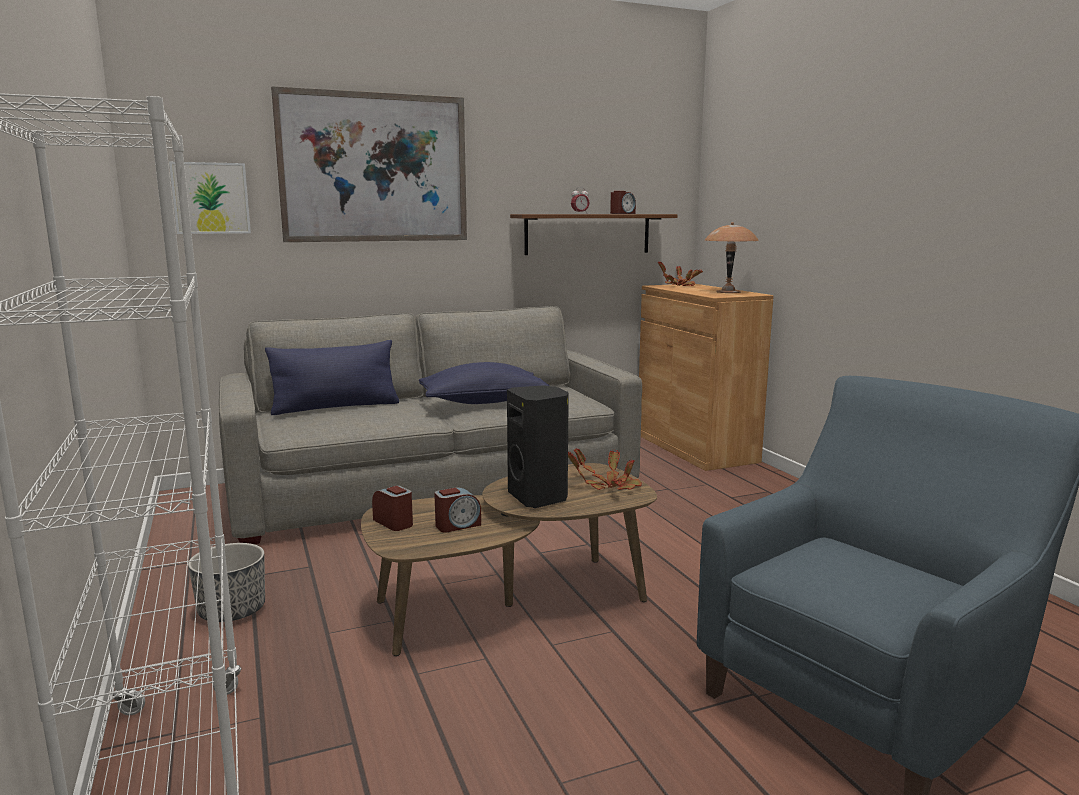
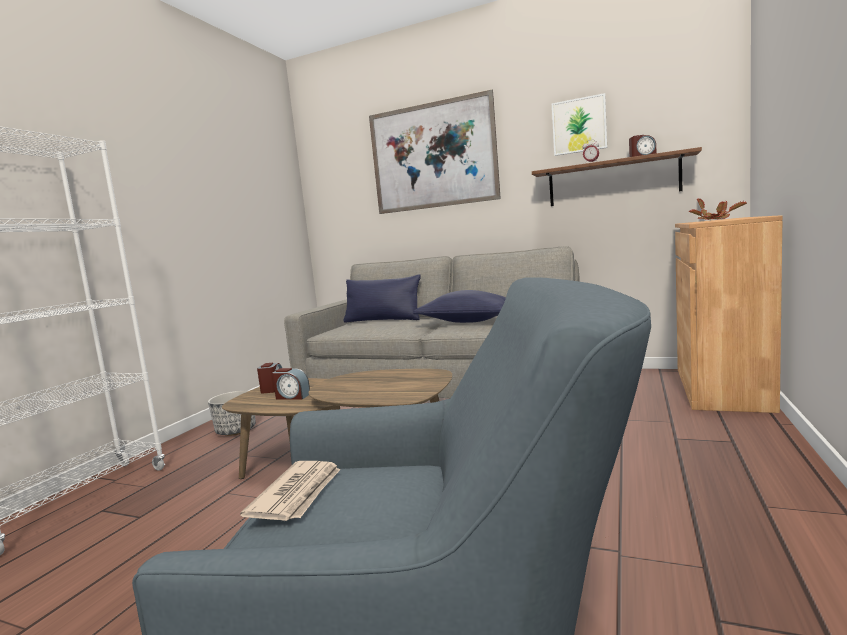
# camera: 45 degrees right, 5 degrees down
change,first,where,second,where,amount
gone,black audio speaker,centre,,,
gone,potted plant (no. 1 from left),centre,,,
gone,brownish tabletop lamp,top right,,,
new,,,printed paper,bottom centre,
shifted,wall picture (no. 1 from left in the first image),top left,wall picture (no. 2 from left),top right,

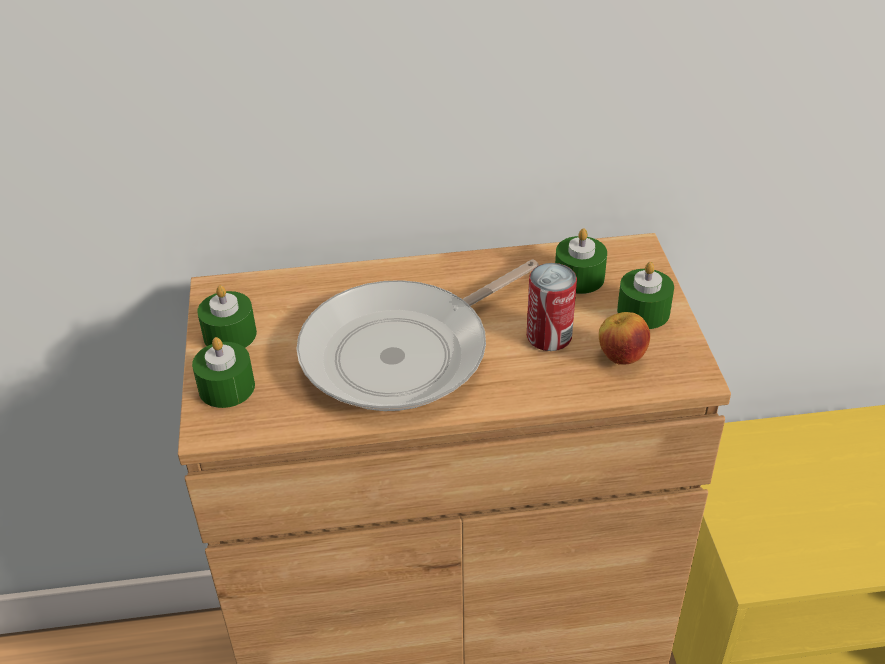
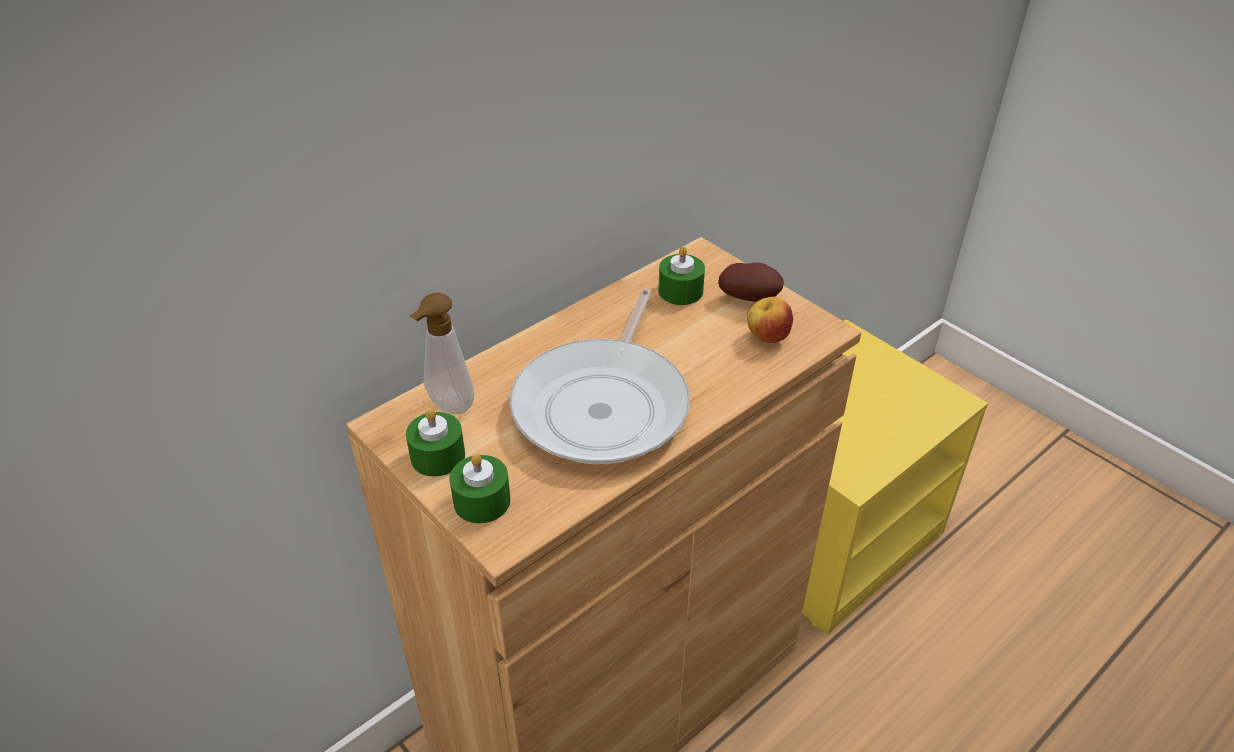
# camera: 35 degrees left, 0 degrees up
change,first,where,second,where,amount
gone,can,centre,,,
new,,,soap dispenser,centre,
swapped,greenish wax light (no. 4 from left),middle right,whole potato,centre,

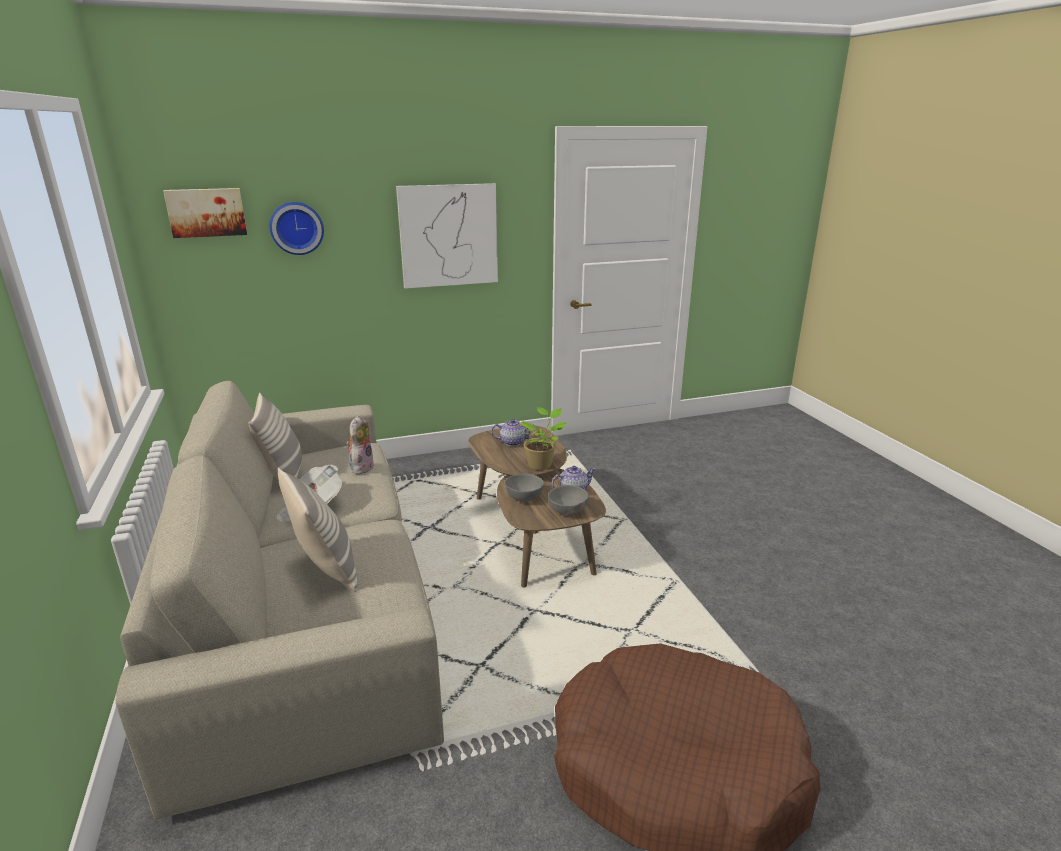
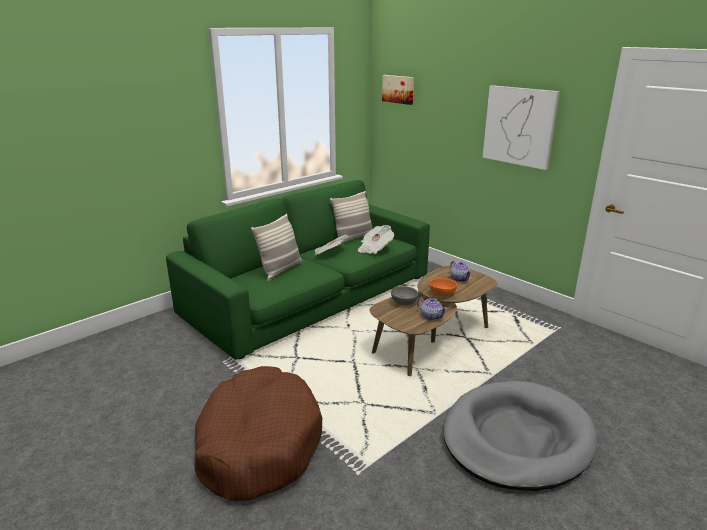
# camera: 65 degrees right, 0 degrees up
change,first,where,second,where,amount
gone,hanging clock,top left,,,
gone,grey bowl (no. 2 from left),centre,,,
new,,,grey dog bed,bottom right,
swapped,soft toy,centre,printed paper (no. 2 from left),centre,
swapped,potted plant,centre,orangey bowl,centre,
repainted,sand-coloured couch,bottom left,greenish couch,centre,

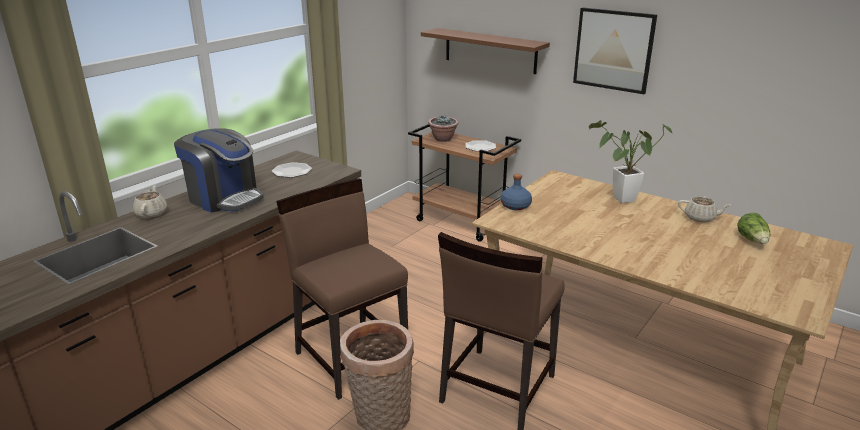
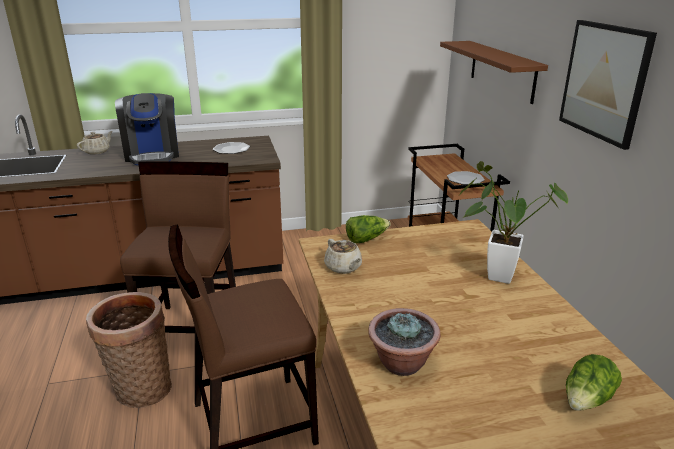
# camera: 40 degrees right, 0 degrees up
change,first,where,second,where,amount
shifted,potted plant (no. 1 from left),top centre,,bottom centre,
shifted,sand-coloured tea pot (no. 2 from left),middle right,,centre,
swapped,blue bottle,centre,head of lettuce (no. 1 from left),centre,

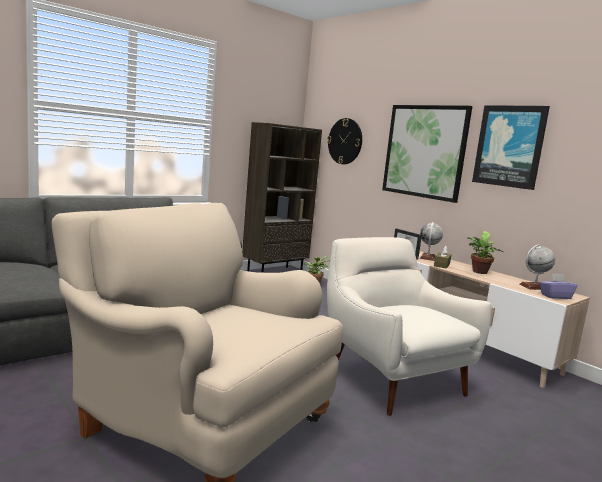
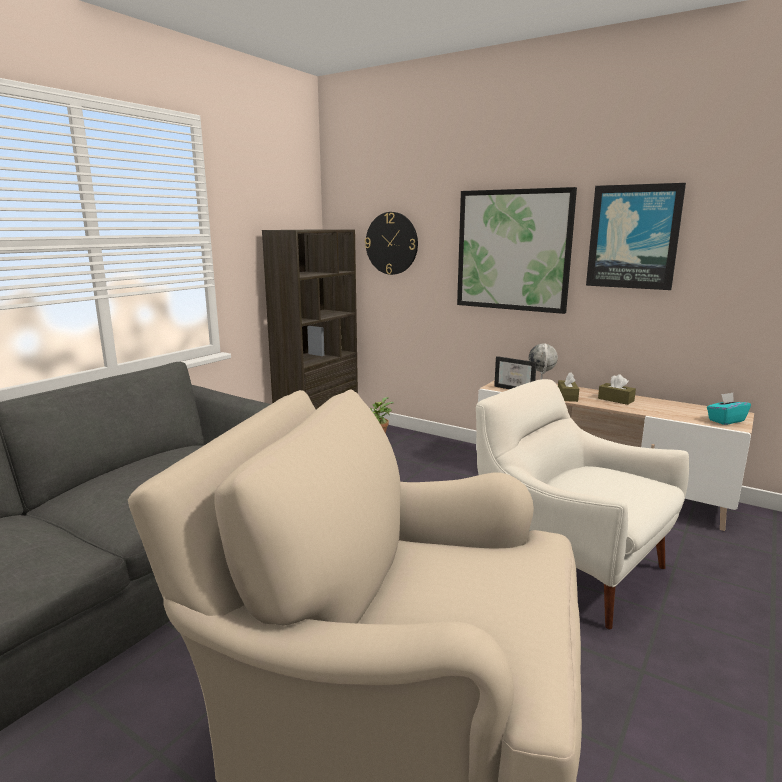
# camera: 15 degrees left, 5 degrees up
change,first,where,second,where,amount
gone,world globe (no. 2 from left),middle right,,,
swapped,potted plant (no. 2 from left),middle right,brownish tissue holder (no. 2 from left),middle right,
repainted,purple tissue holder,middle right,turquoise-coloured tissue holder,middle right,

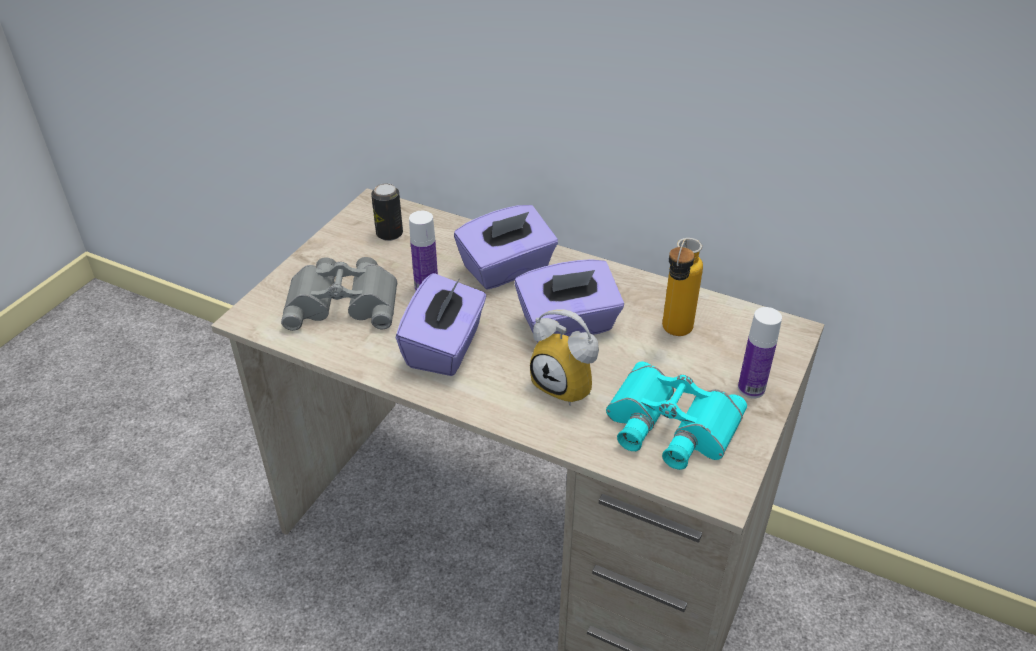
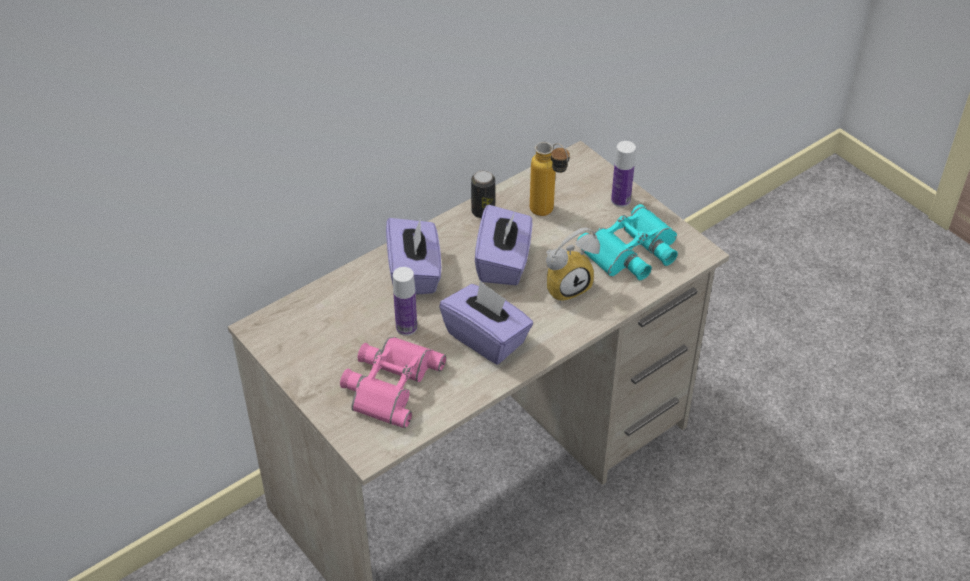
# camera: 65 degrees left, 5 degrees up
change,first,where,second,where,amount
shifted,can,top centre,,centre,
repainted,grey pair of binoculars,middle left,pink-coloured pair of binoculars,centre,

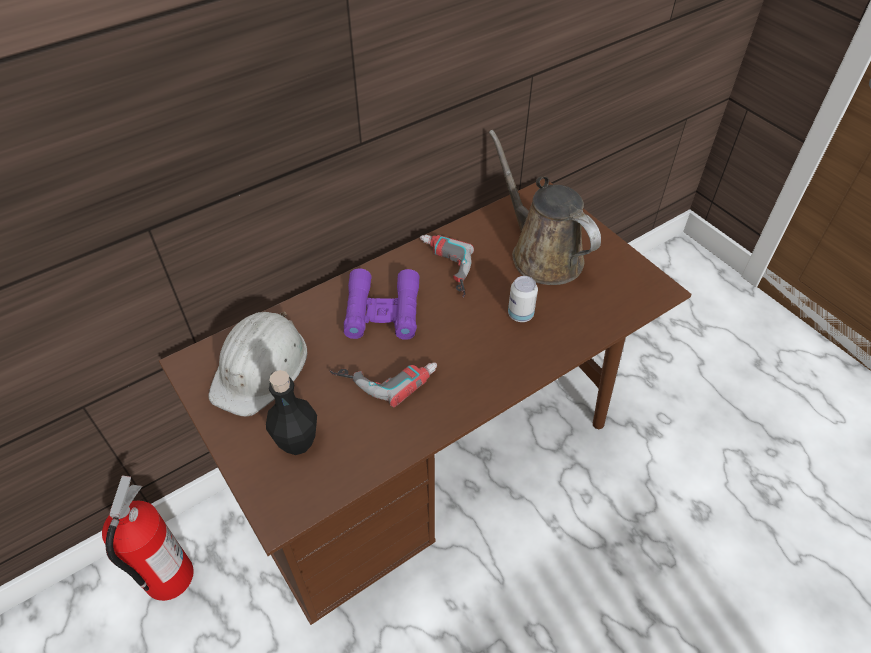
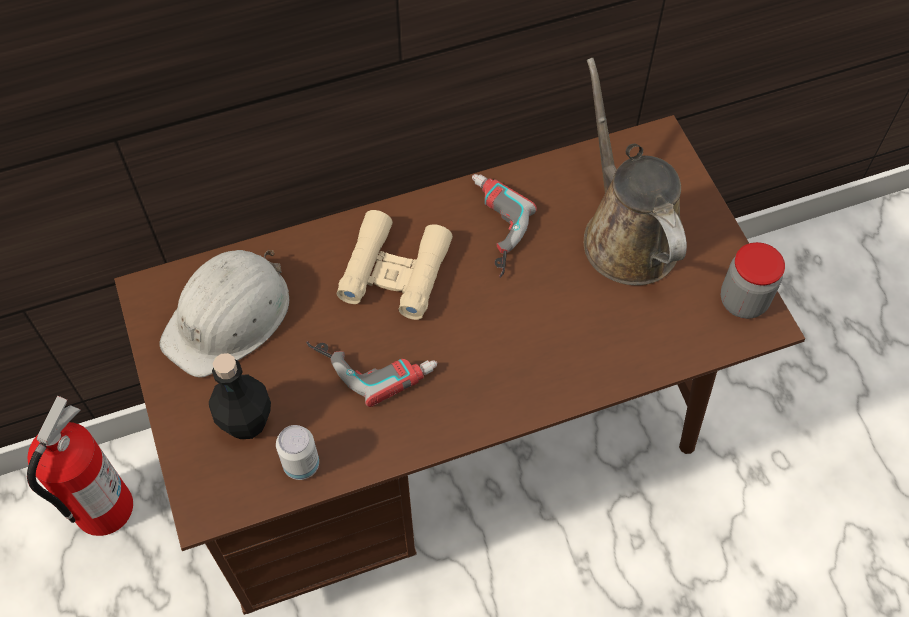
# camera: 15 degrees right, 10 degrees up
change,first,where,second,where,amount
new,,,preserve jar,middle right,
shifted,can,centre,,bottom left,
repainted,purple pair of binoculars,centre,sand-coloured pair of binoculars,centre,

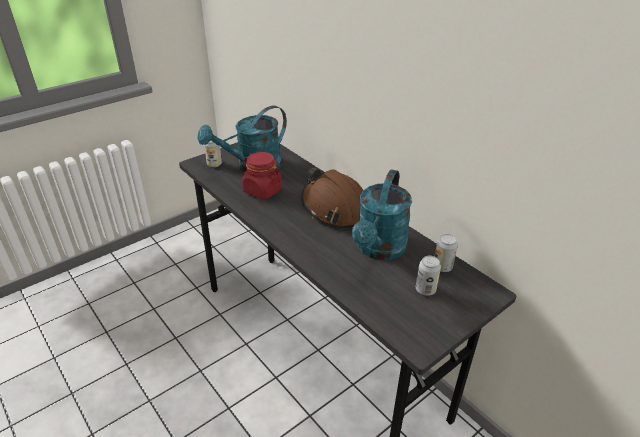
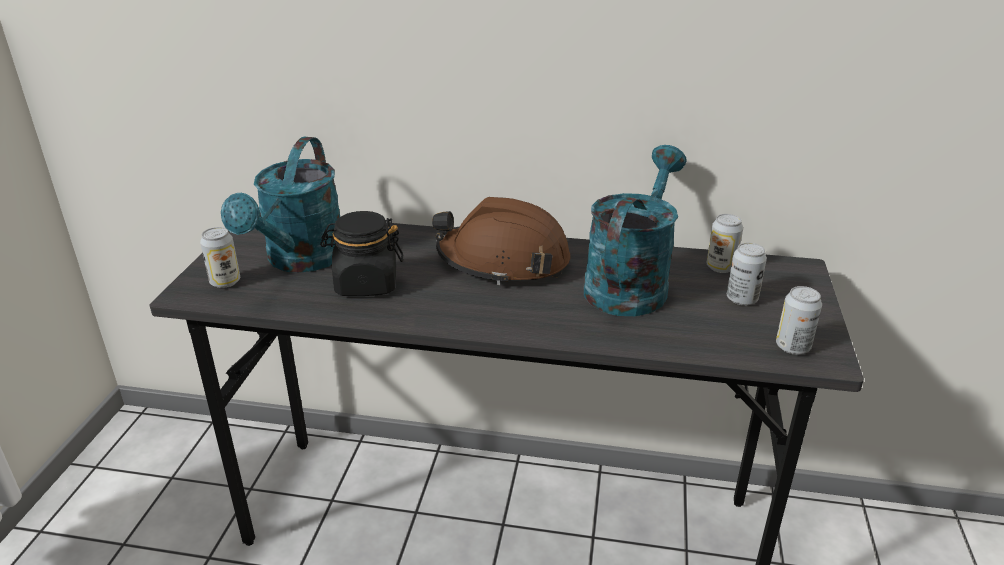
# camera: 40 degrees left, 5 degrees down
change,first,where,second,where,amount
new,,,can (no. 4 from left),middle right,
repainted,red-coloured preserve jar,centre,black preserve jar,centre,
rotated,turquoise-coloured watering pot (no. 2 from left),centre,,centre,135 degrees counterclockwise

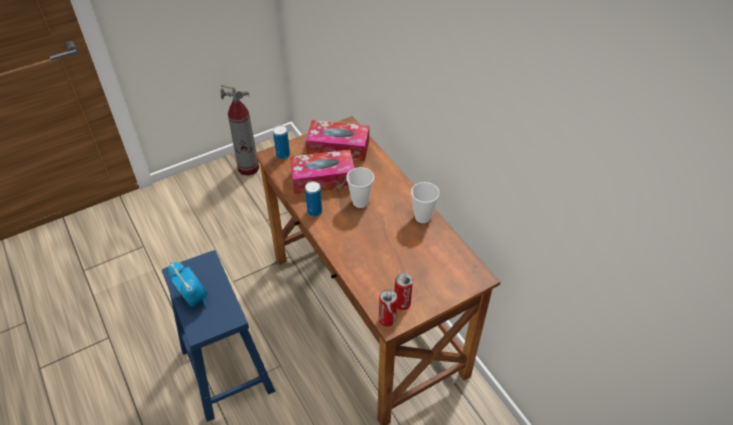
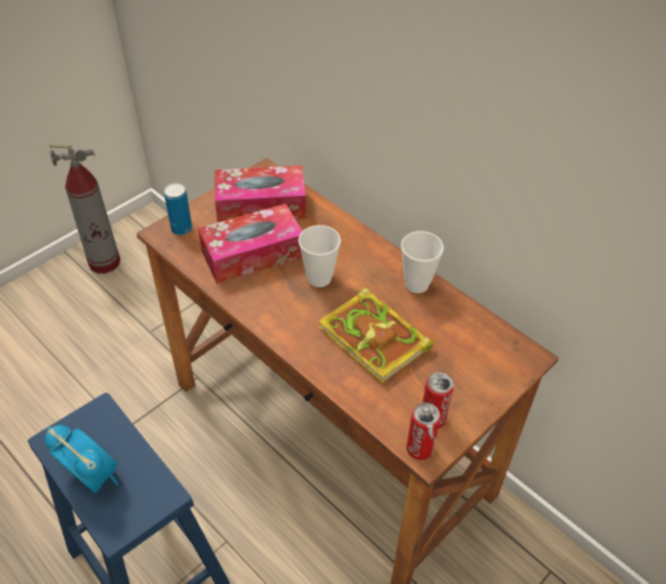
# camera: 15 degrees left, 0 degrees up
change,first,where,second,where,amount
gone,can (no. 2 from left),centre,,,
new,,,book,centre,

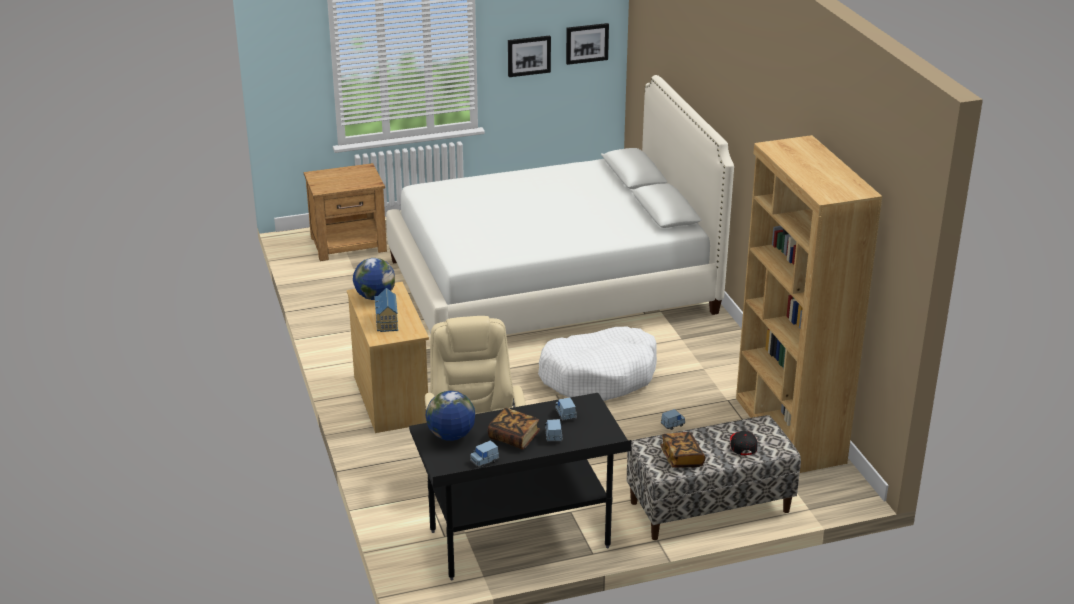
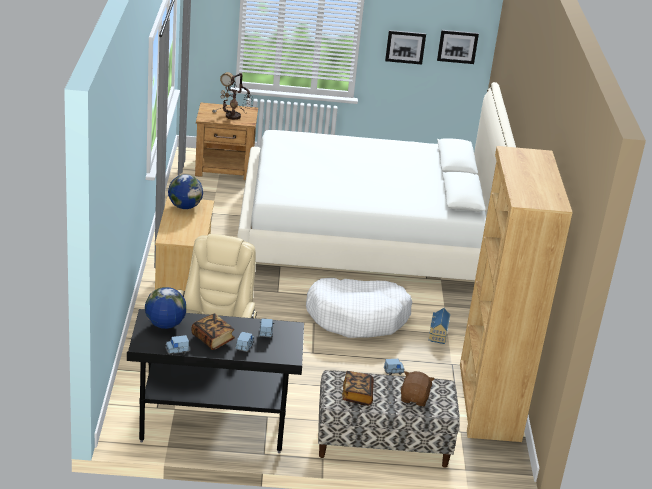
# camera: 15 degrees right, 0 degrees up
change,first,where,second,where,amount
new,,,tabletop lamp,top centre,
shifted,miniature house,centre,,bottom right,
swapped,black peaked cap,bottom right,brownish soft toy,bottom centre,

